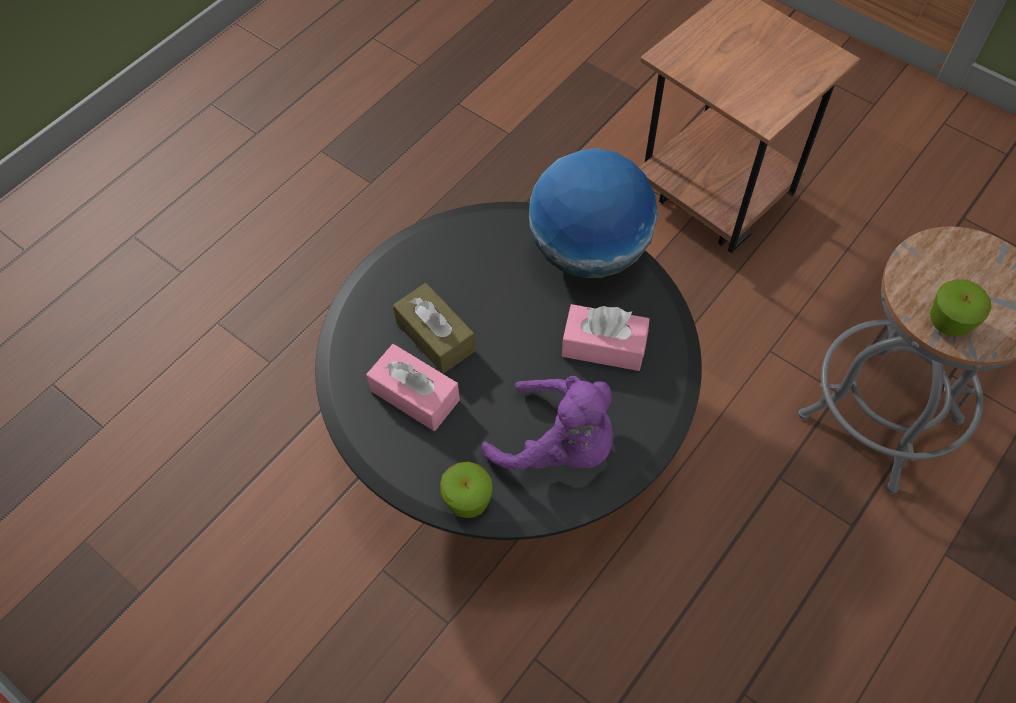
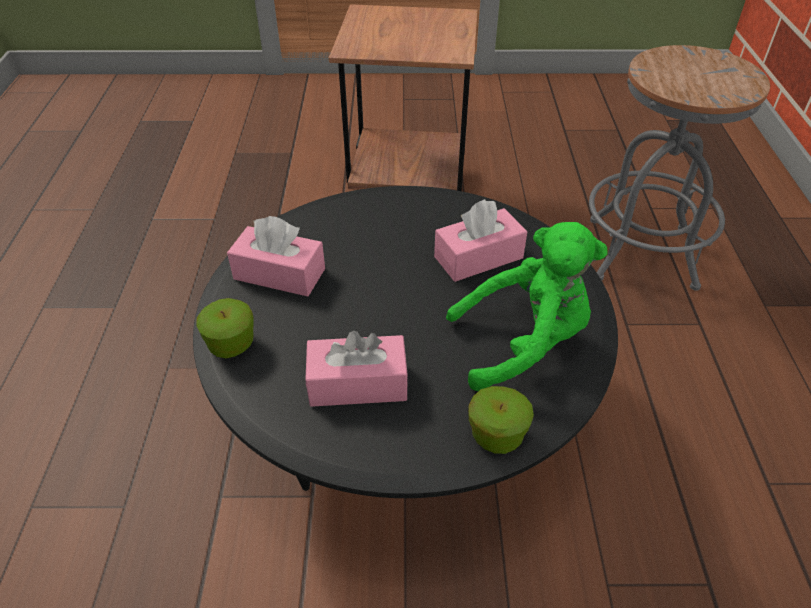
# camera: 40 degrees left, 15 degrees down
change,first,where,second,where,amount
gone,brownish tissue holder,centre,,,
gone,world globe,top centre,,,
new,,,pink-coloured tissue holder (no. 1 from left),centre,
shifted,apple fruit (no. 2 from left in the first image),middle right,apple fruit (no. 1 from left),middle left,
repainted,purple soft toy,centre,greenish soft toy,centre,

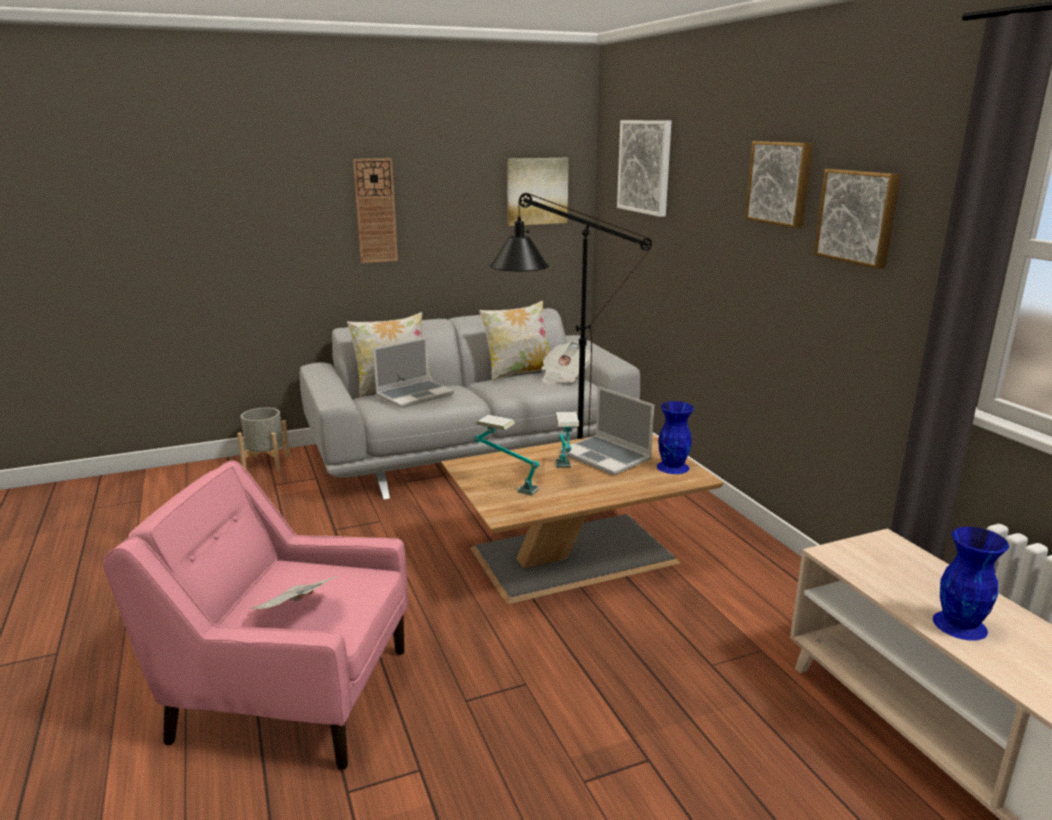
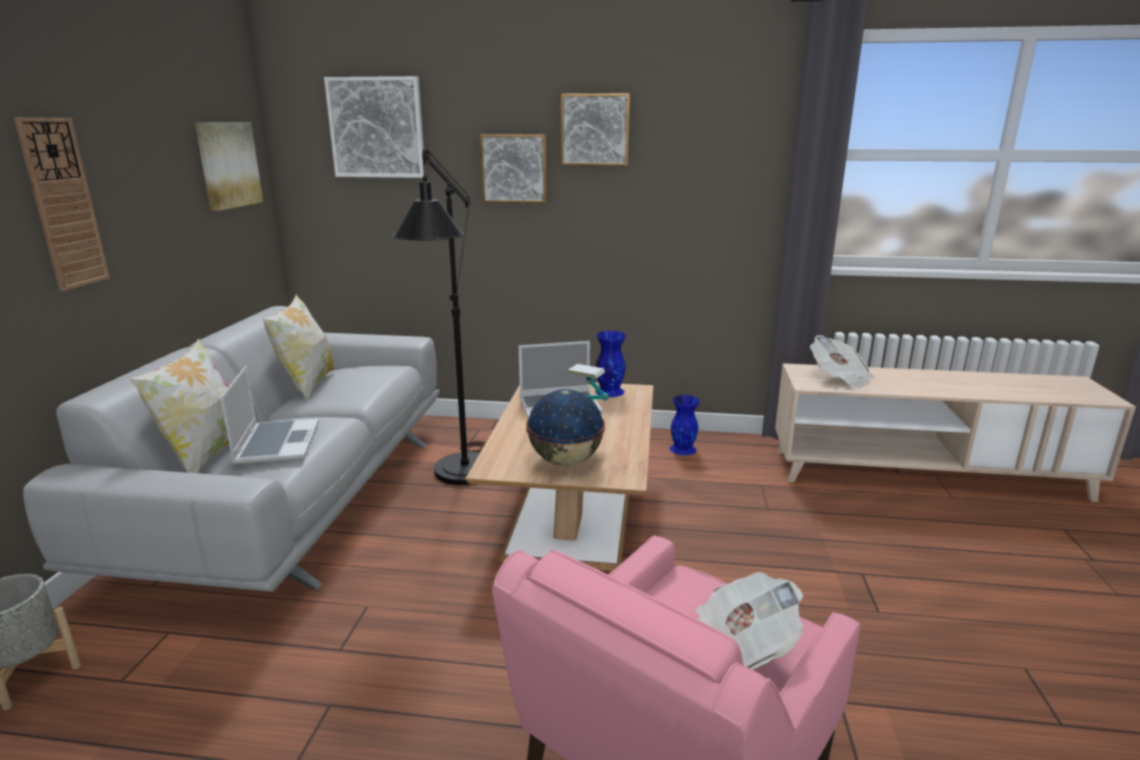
# camera: 60 degrees left, 0 degrees up
change,first,where,second,where,amount
shifted,printed paper (no. 2 from left),centre,,middle right,
shifted,wall picture (no. 4 from left in the first image),top right,wall picture (no. 3 from left),top centre,
shifted,blue decorative vase (no. 2 from left),bottom right,,centre,
swapped,tabletop lamp (no. 1 from left),centre,world globe,centre,

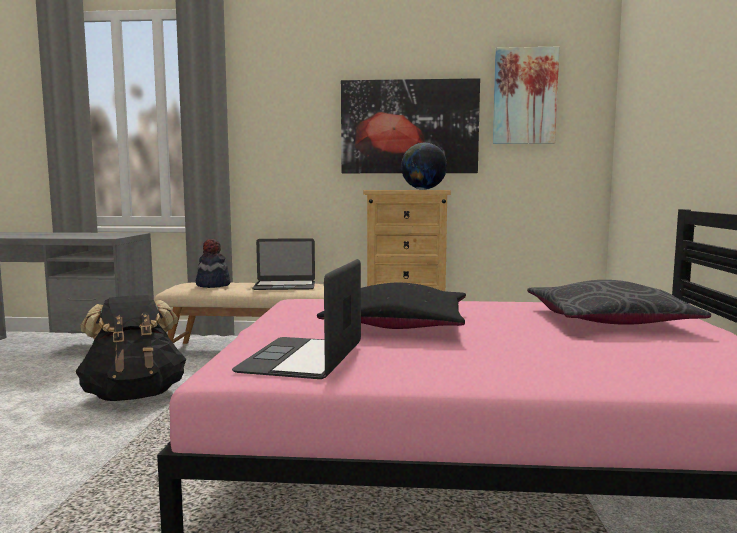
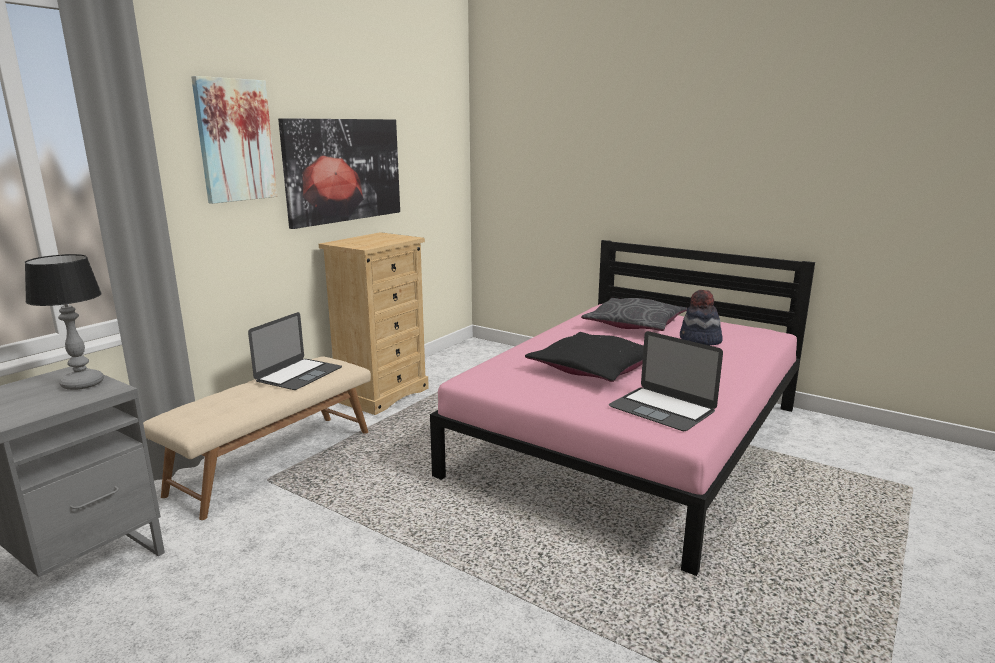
# camera: 60 degrees left, 10 degrees up
change,first,where,second,where,amount
gone,black rucksack,middle left,,,
gone,world globe,top centre,,,
new,,,tabletop lamp,middle left,
shifted,clothing hat,middle left,,middle right,
shifted,wall picture (no. 2 from left in the first image),top right,wall picture (no. 1 from left),top left,

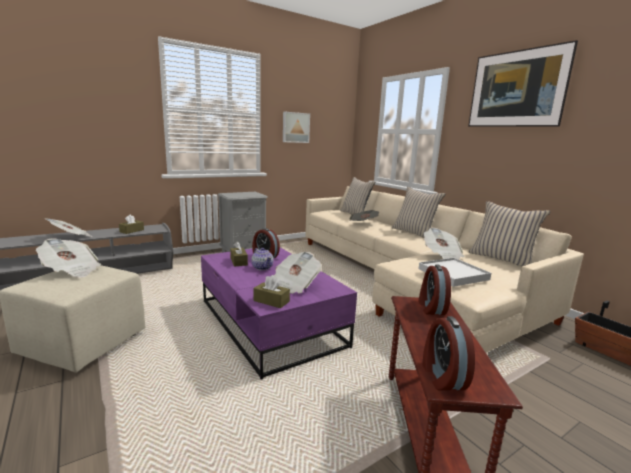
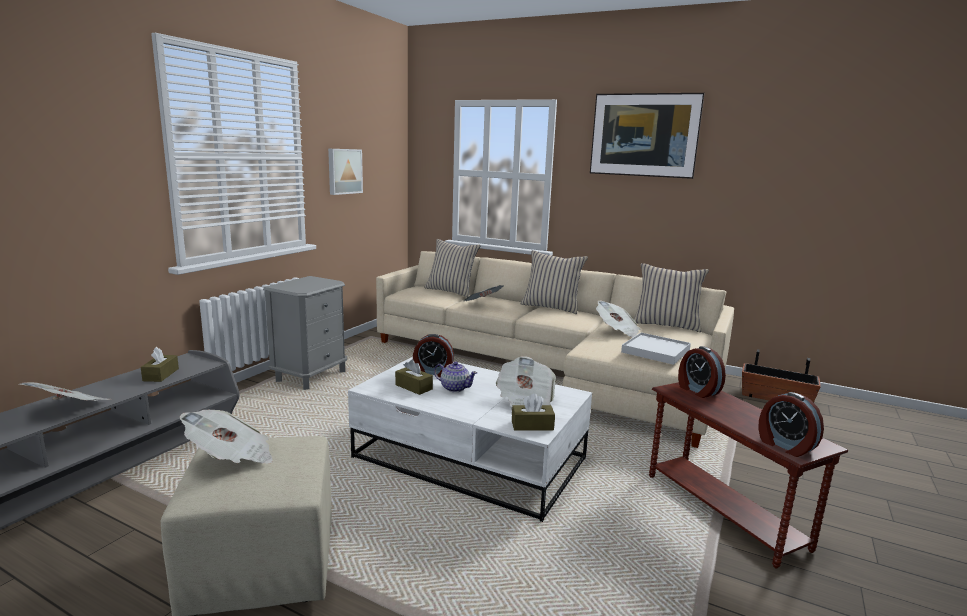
# camera: 30 degrees left, 0 degrees up
change,first,where,second,where,amount
repainted,purple low table,centre,white low table,bottom centre,

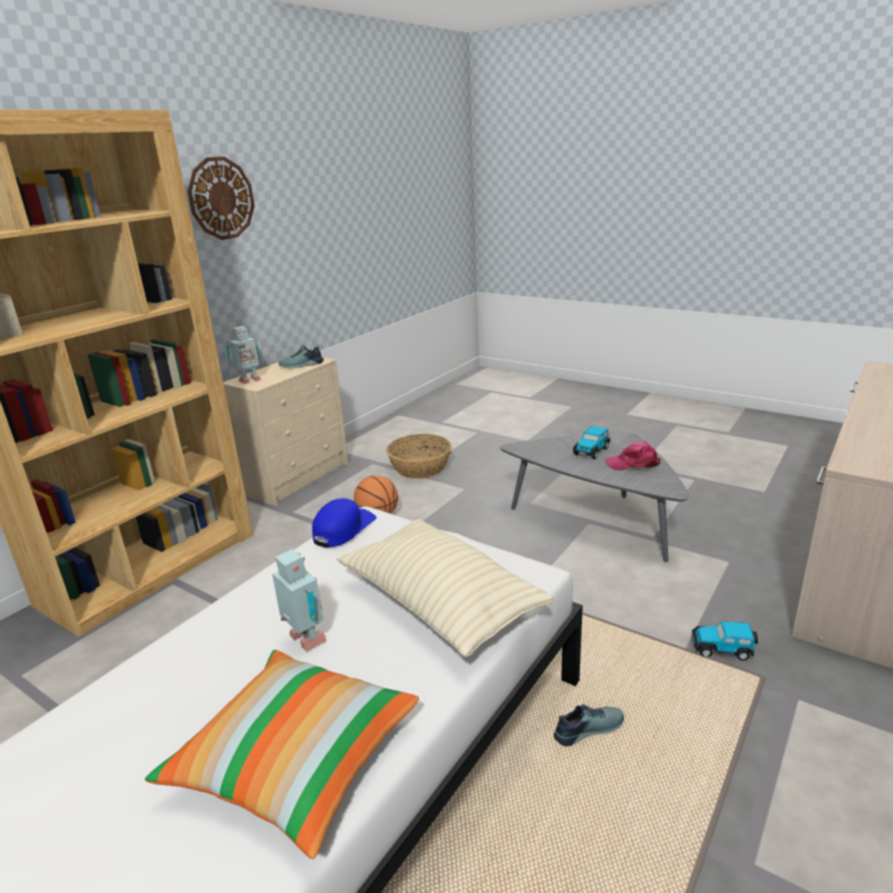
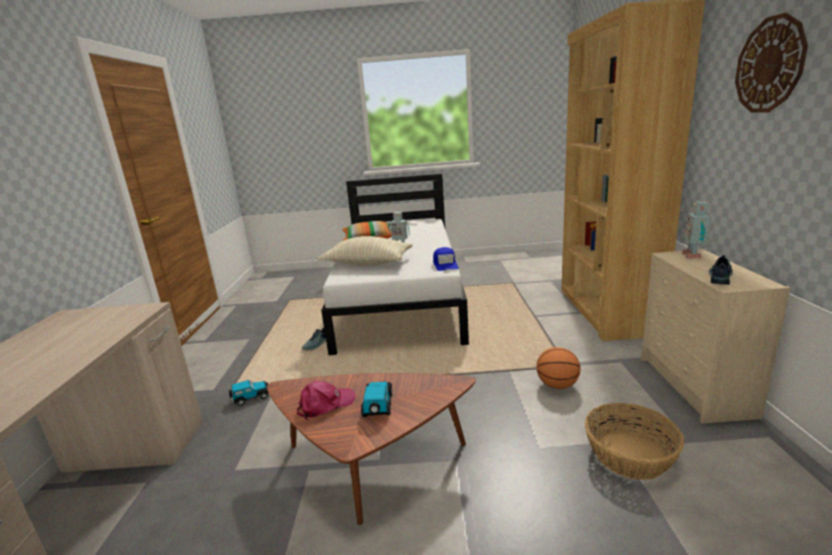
# camera: 145 degrees right, 5 degrees down
change,first,where,second,where,amount
repainted,grey low table,centre,brownish low table,bottom centre,

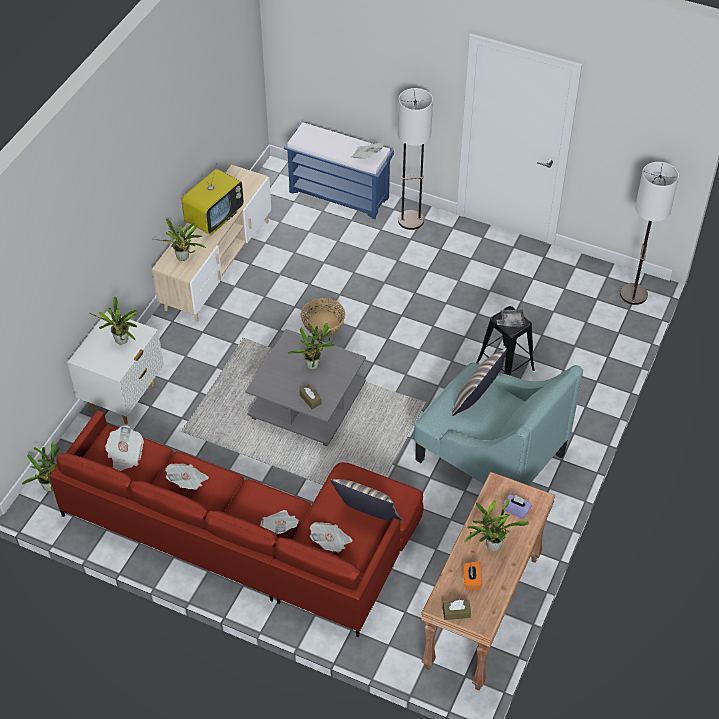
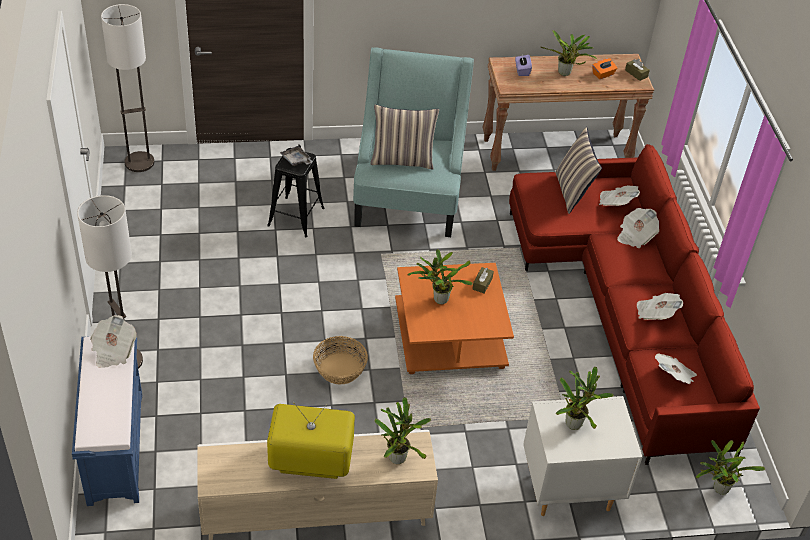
# camera: 125 degrees left, 5 degrees down
change,first,where,second,where,amount
repainted,grey low table,centre,orangey low table,centre,

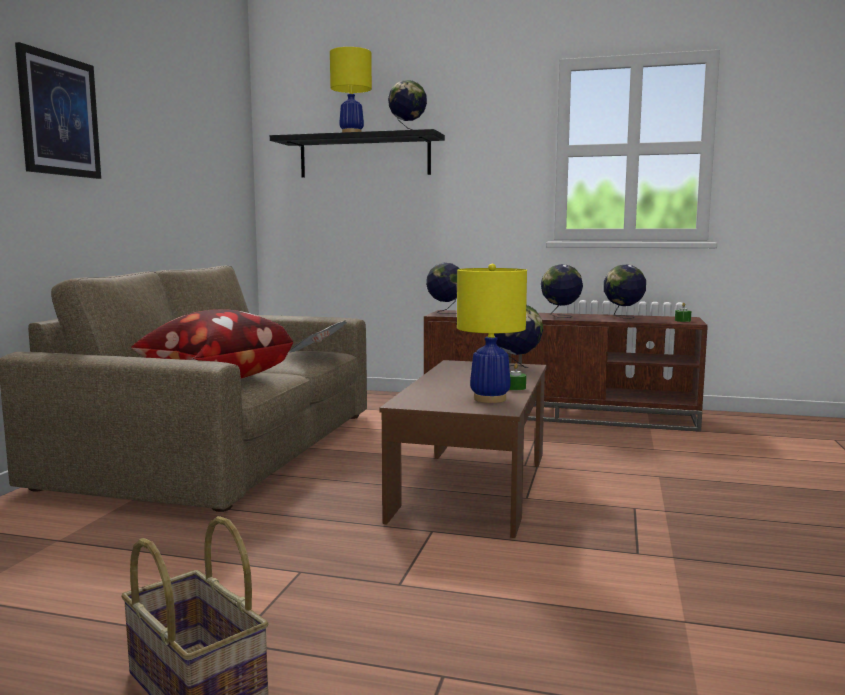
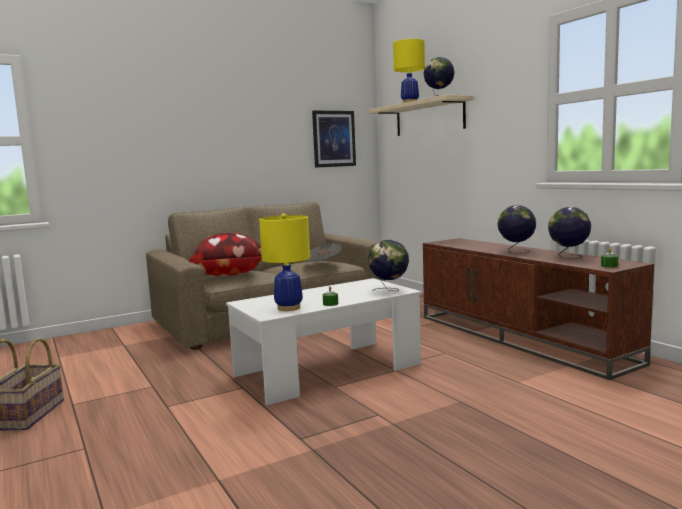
# camera: 45 degrees right, 0 degrees up
change,first,where,second,where,amount
gone,world globe (no. 2 from left),centre,,,
shifted,wall picture,top left,,top centre,
repainted,black bracket shelf,top centre,sand-coloured bracket shelf,top centre,
repainted,brownish low table,centre,white low table,bottom centre,

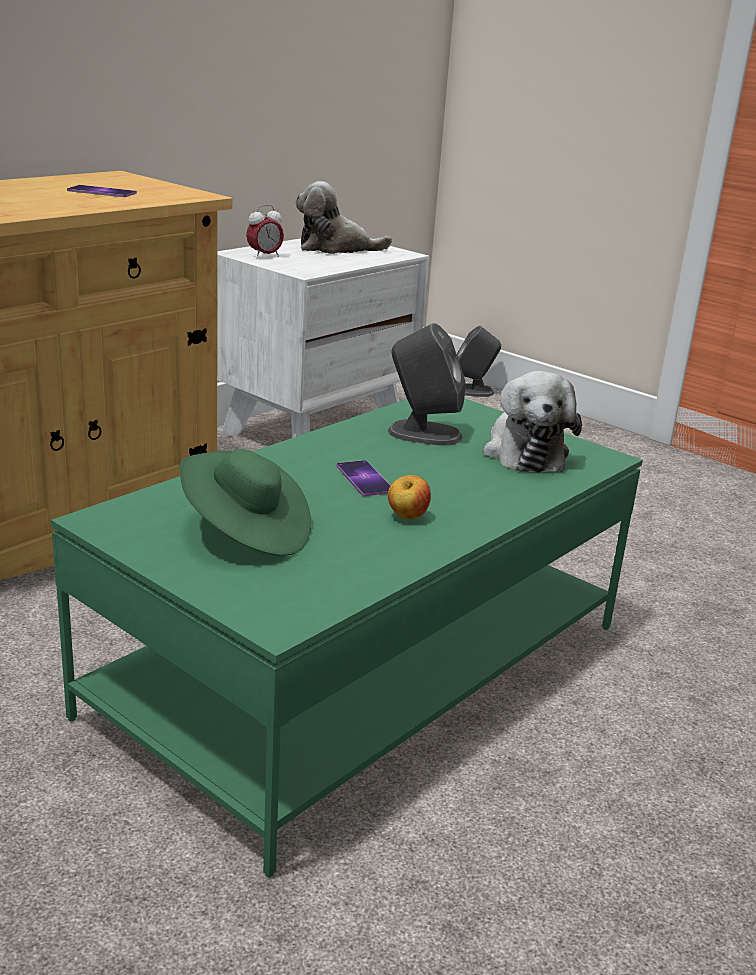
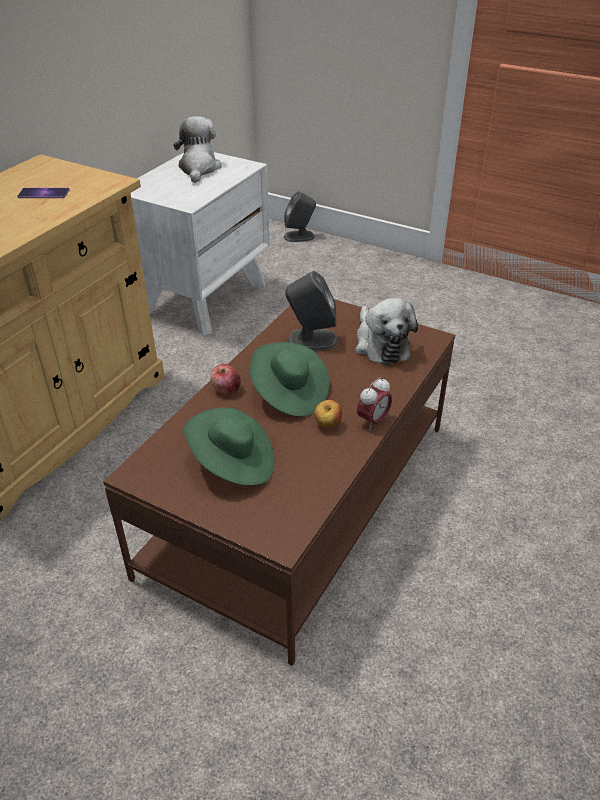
# camera: 10 degrees left, 15 degrees up
change,first,where,second,where,amount
new,,,apple fruit (no. 1 from left),centre,
shifted,table clock,top centre,,centre,
swapped,handset (no. 2 from left),centre,greenish clothing hat (no. 2 from left),centre,
repainted,greenish low table,centre,brownish low table,centre,
rotated,soft toy (no. 1 from left),top centre,,top left,105 degrees clockwise

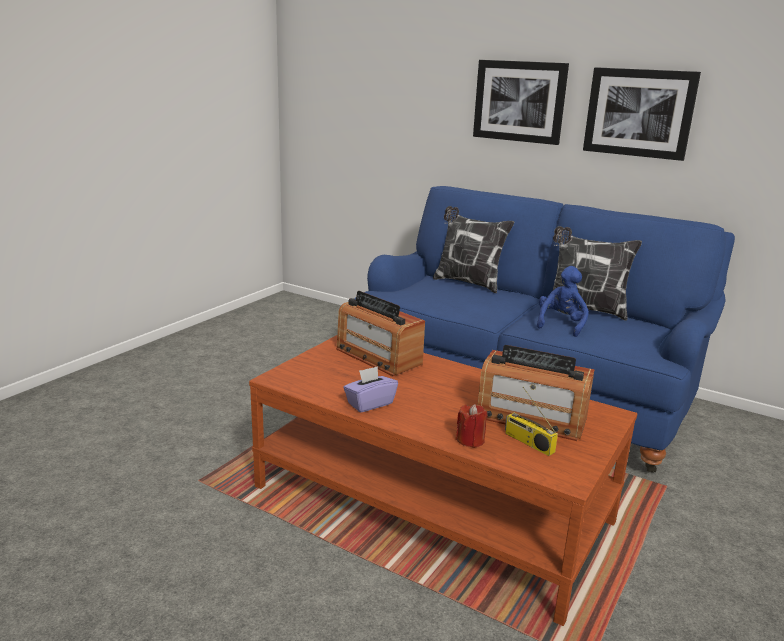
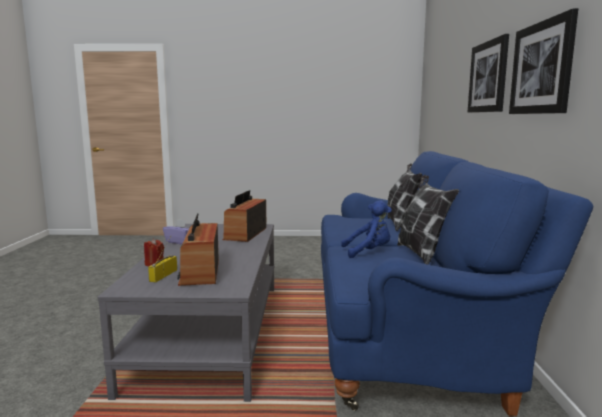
# camera: 60 degrees right, 10 degrees down
change,first,where,second,where,amount
repainted,brownish low table,bottom centre,grey low table,bottom left,

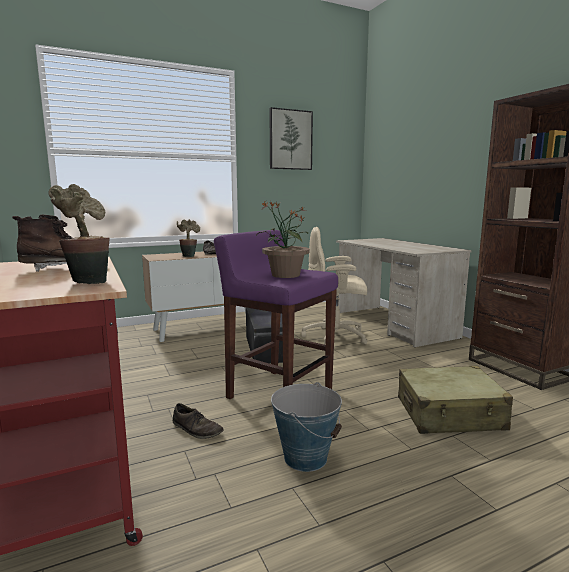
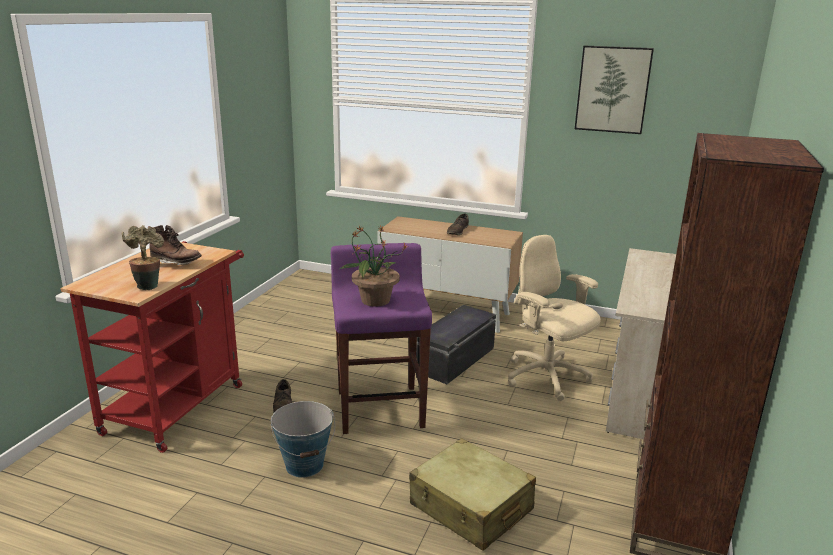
# camera: 45 degrees right, 10 degrees up
change,first,where,second,where,amount
gone,potted plant (no. 2 from left),middle left,,,

